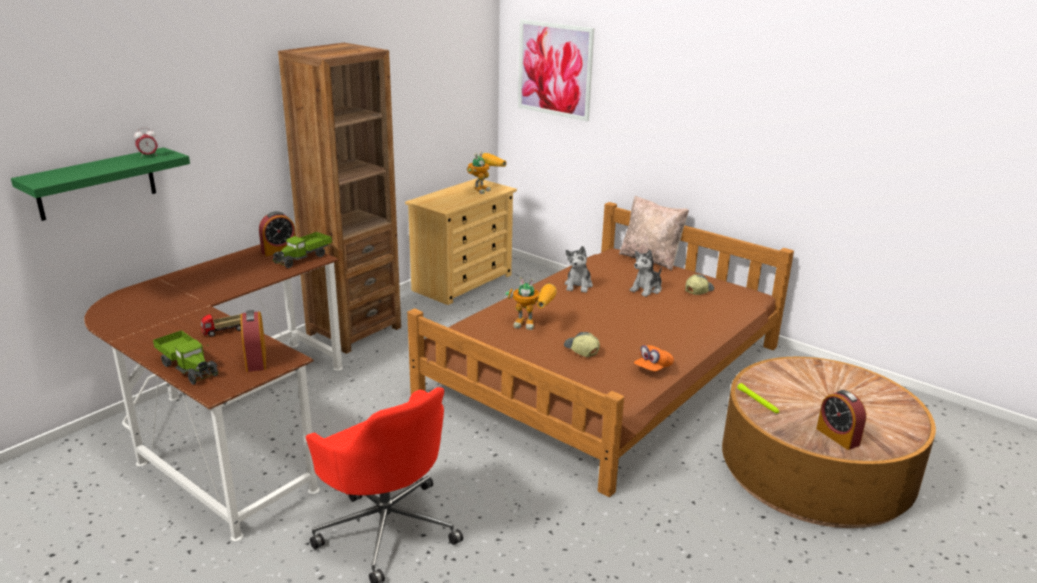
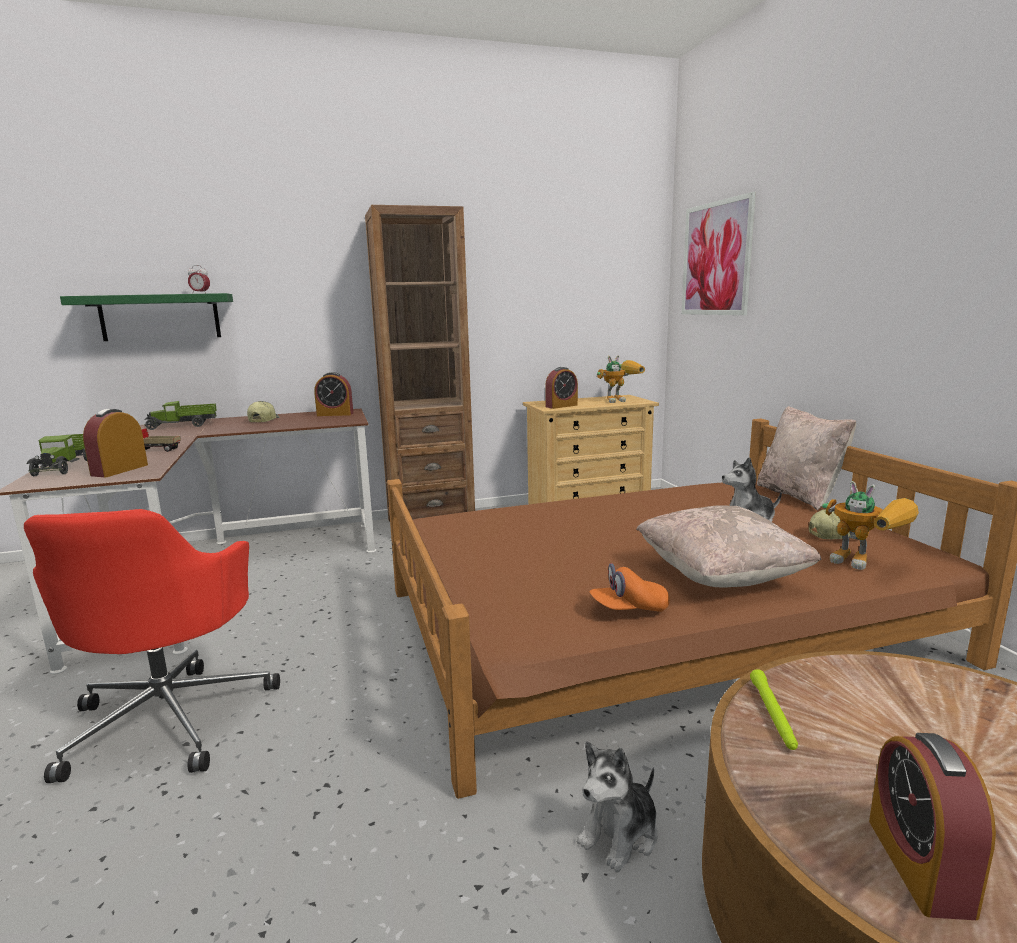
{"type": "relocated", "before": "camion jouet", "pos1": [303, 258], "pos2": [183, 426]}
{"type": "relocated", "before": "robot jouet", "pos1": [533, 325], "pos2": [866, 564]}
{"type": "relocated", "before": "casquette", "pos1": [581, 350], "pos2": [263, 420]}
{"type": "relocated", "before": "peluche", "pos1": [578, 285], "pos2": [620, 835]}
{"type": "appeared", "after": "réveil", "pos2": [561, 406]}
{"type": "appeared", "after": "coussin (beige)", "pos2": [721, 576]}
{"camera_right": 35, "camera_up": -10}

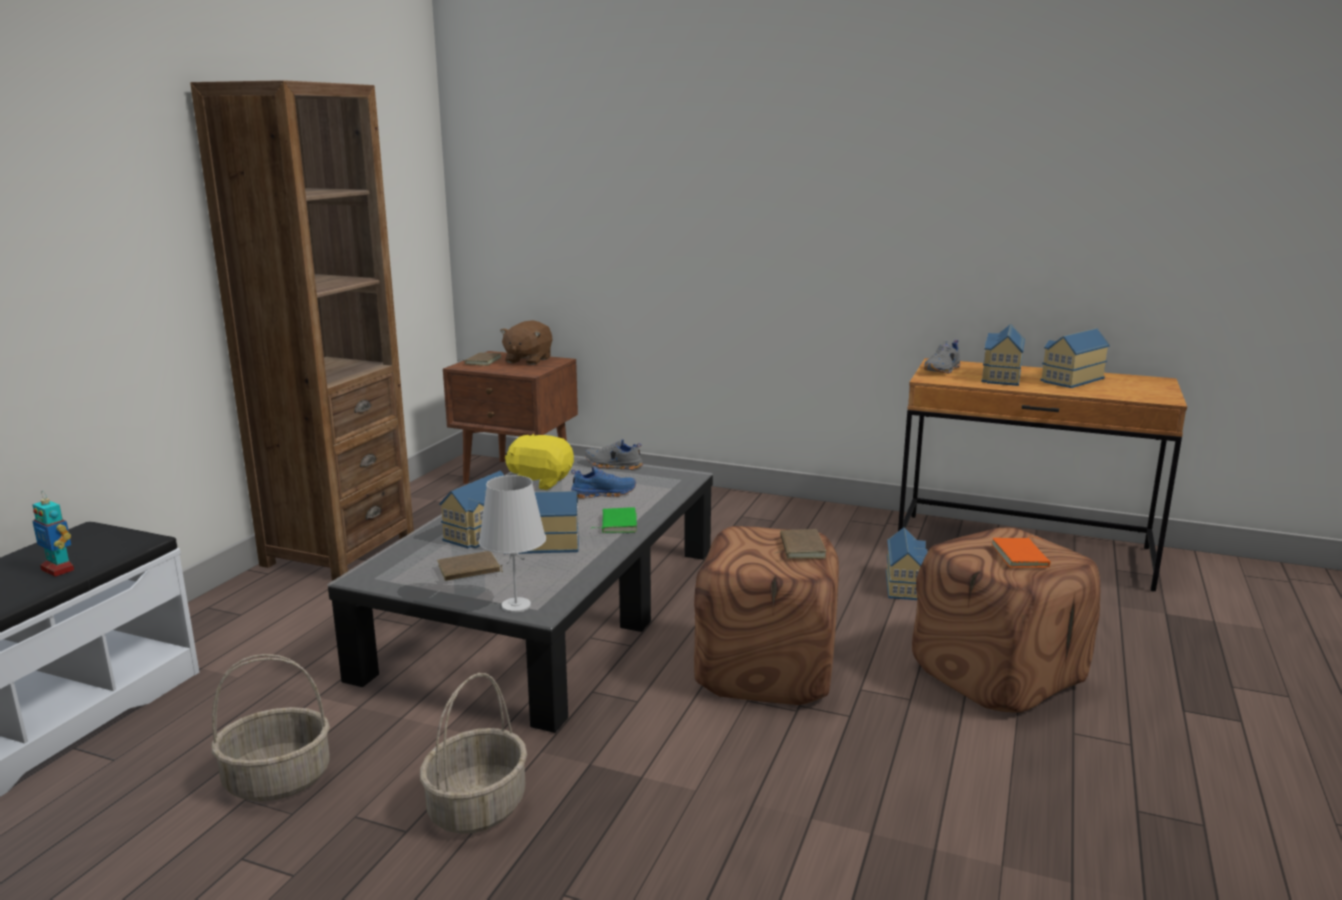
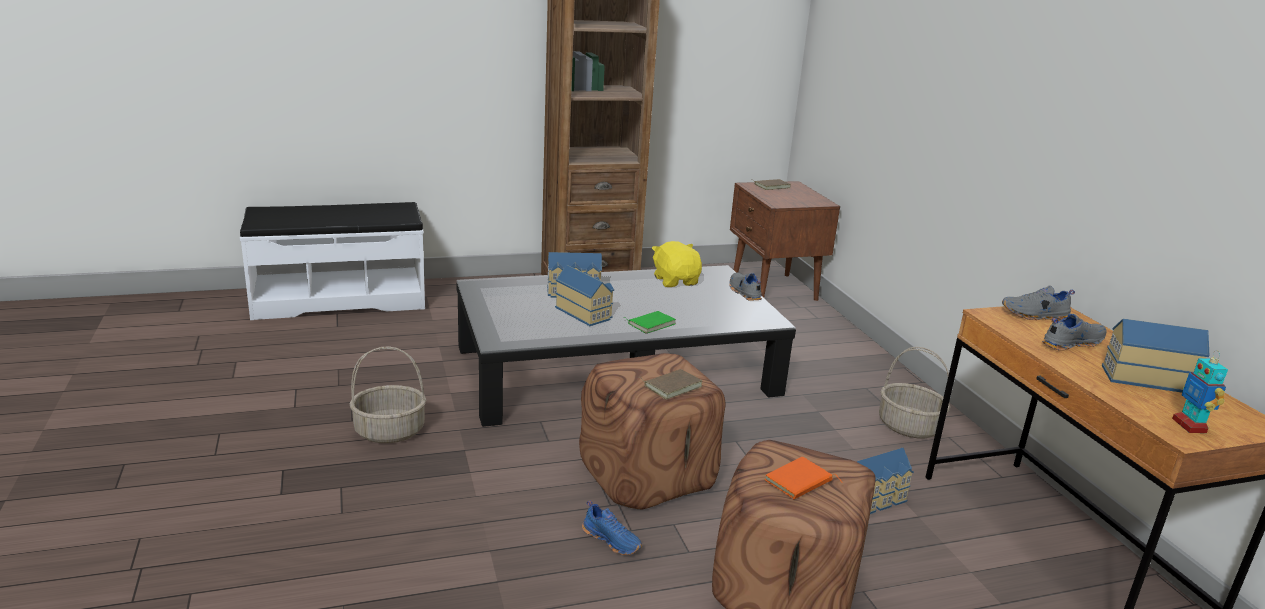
{"type": "relocated", "before": "robot jouet", "pos1": [58, 570], "pos2": [1190, 426]}
{"type": "relocated", "before": "panier", "pos1": [279, 779], "pos2": [909, 427]}
{"type": "missing", "before": "livre (marron)", "pos1": [469, 570]}
{"type": "missing", "before": "lampe de table (blanc)", "pos1": [516, 605]}
{"type": "missing", "before": "peluche (marron)", "pos1": [527, 360]}
{"type": "relocated", "before": "chaussure (bleu)", "pos1": [603, 494], "pos2": [612, 540]}
{"type": "exchanged", "before": "maison miniature", "after": "chaussure (gris)", "pos1": [1000, 377], "pos2": [1071, 343]}
{"camera_right": 50, "camera_up": 5}

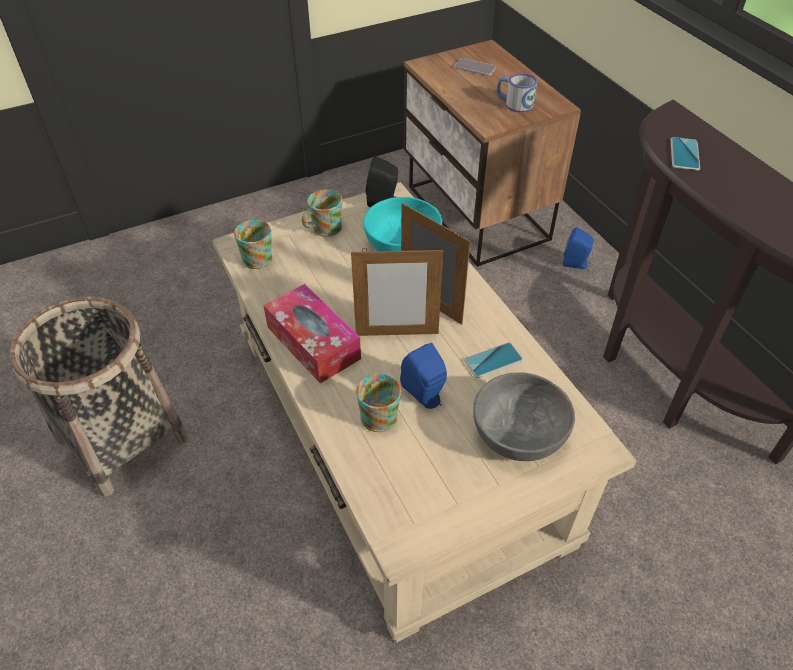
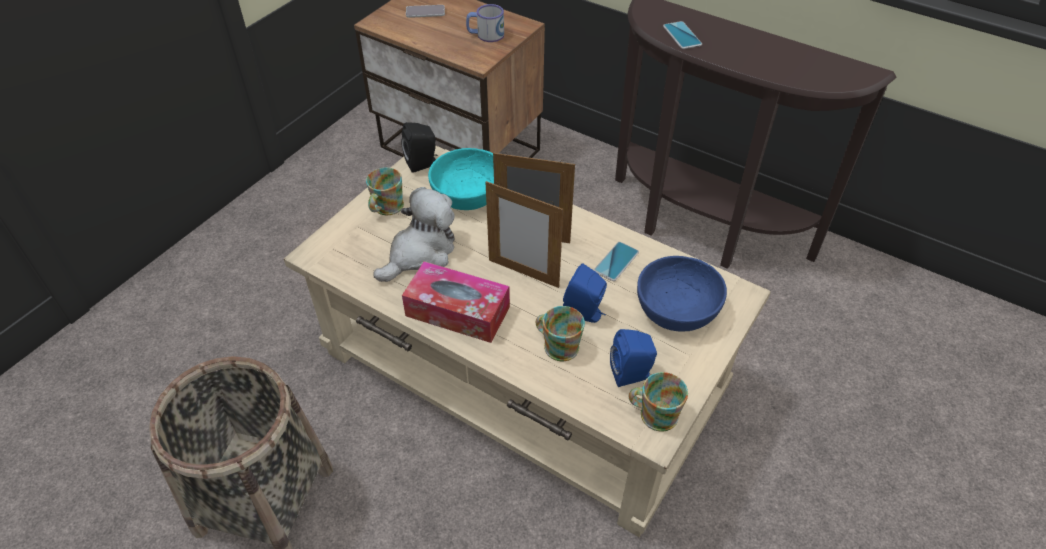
{"type": "relocated", "before": "mug", "pos1": [254, 256], "pos2": [653, 413]}
{"type": "spun", "before": "cadre photo", "pos1": [397, 334], "pos2": [523, 273], "turn": 60}
{"type": "colour", "before": "bol (gris)", "after": "bol (bleu)", "pos1": [518, 433], "pos2": [676, 309]}
{"type": "relocated", "before": "enceinte (bleu)", "pos1": [576, 264], "pos2": [632, 374]}
{"type": "appeared", "after": "peluche", "pos2": [420, 253]}
{"camera_right": -30, "camera_up": 0}

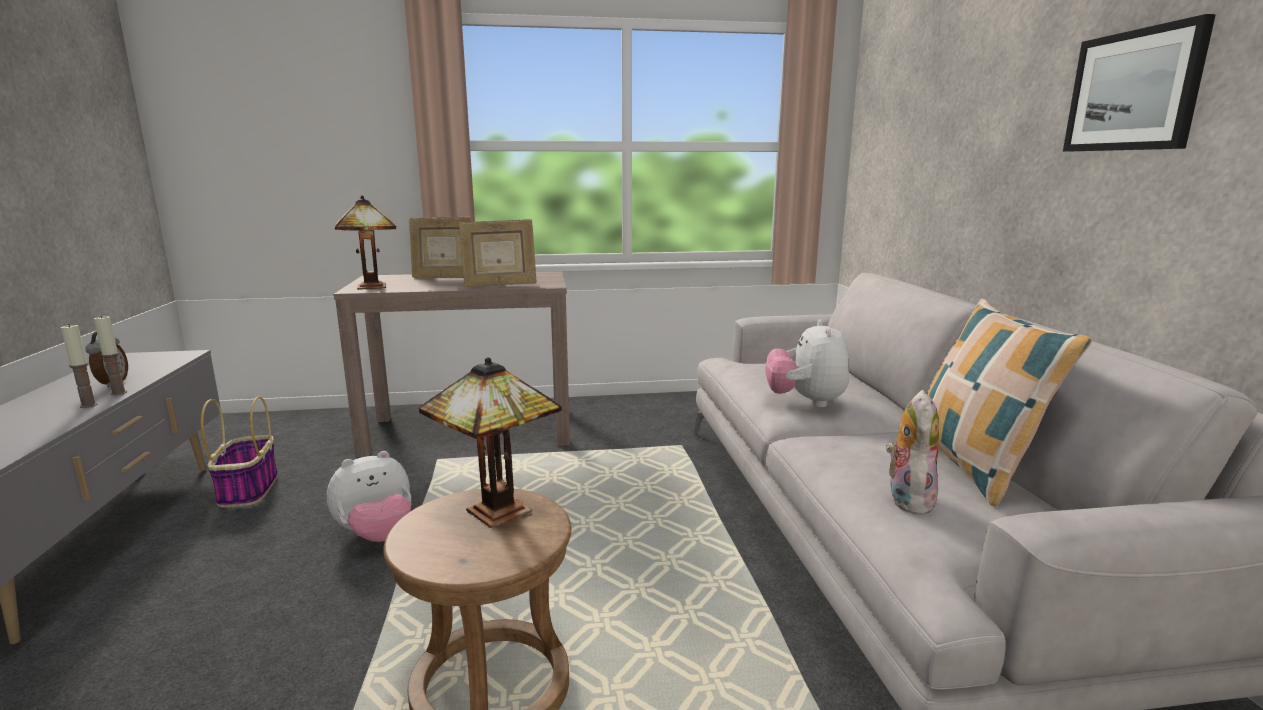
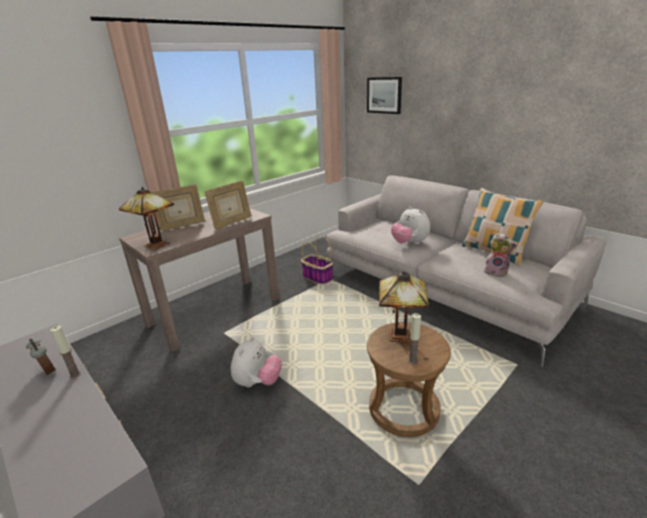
{"type": "relocated", "before": "bougie", "pos1": [88, 405], "pos2": [413, 361]}
{"type": "relocated", "before": "panier", "pos1": [248, 489], "pos2": [317, 277]}
{"type": "spun", "before": "peluche", "pos1": [907, 499], "pos2": [496, 272], "turn": 135}
{"type": "relocated", "before": "tableau", "pos1": [1134, 91], "pos2": [384, 95]}
{"camera_right": -35, "camera_up": 10}

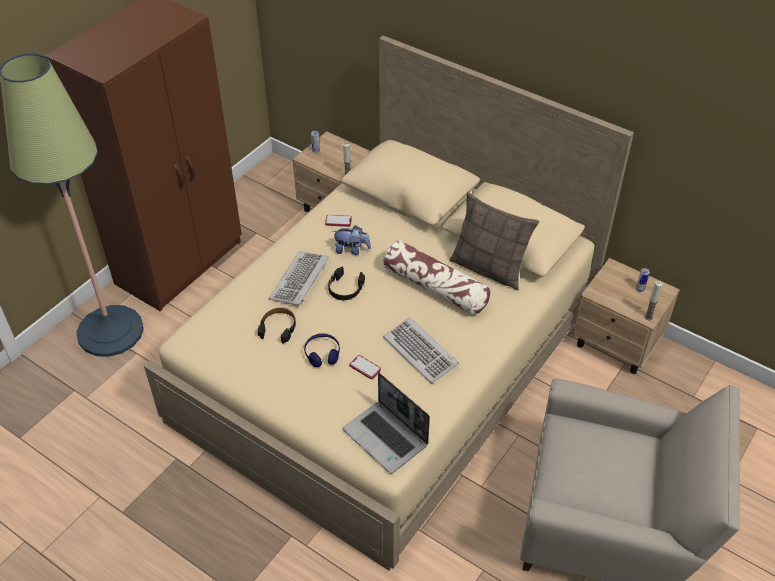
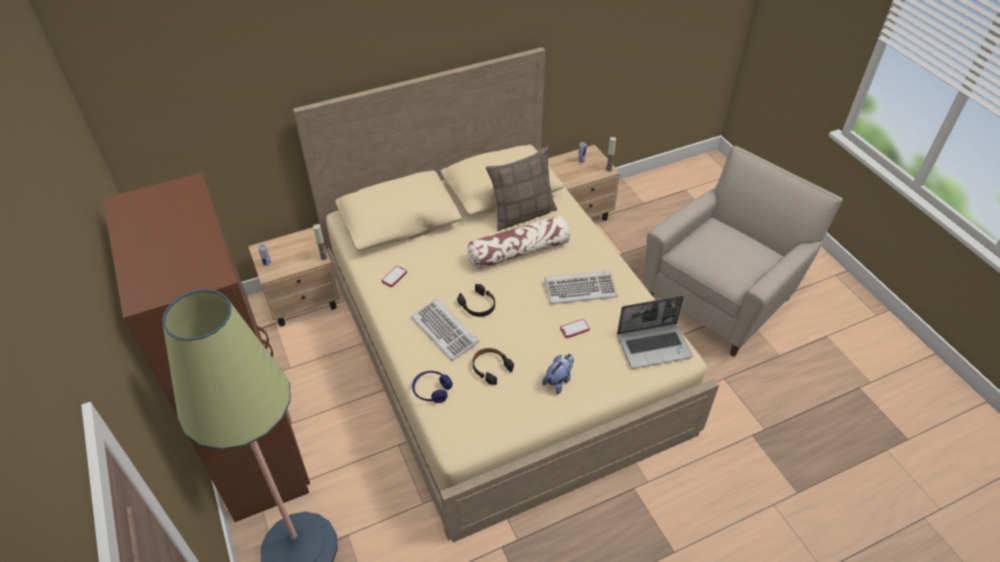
{"type": "relocated", "before": "casque audio (bleu)", "pos1": [322, 354], "pos2": [432, 390]}
{"type": "relocated", "before": "peluche", "pos1": [352, 250], "pos2": [558, 381]}
{"camera_right": -60, "camera_up": 0}

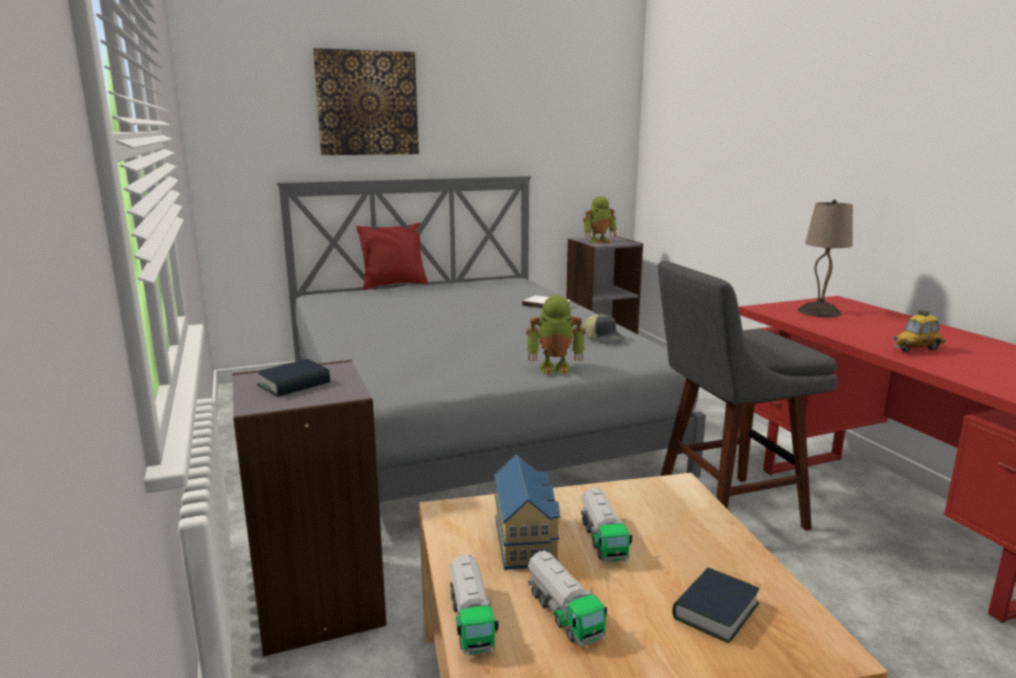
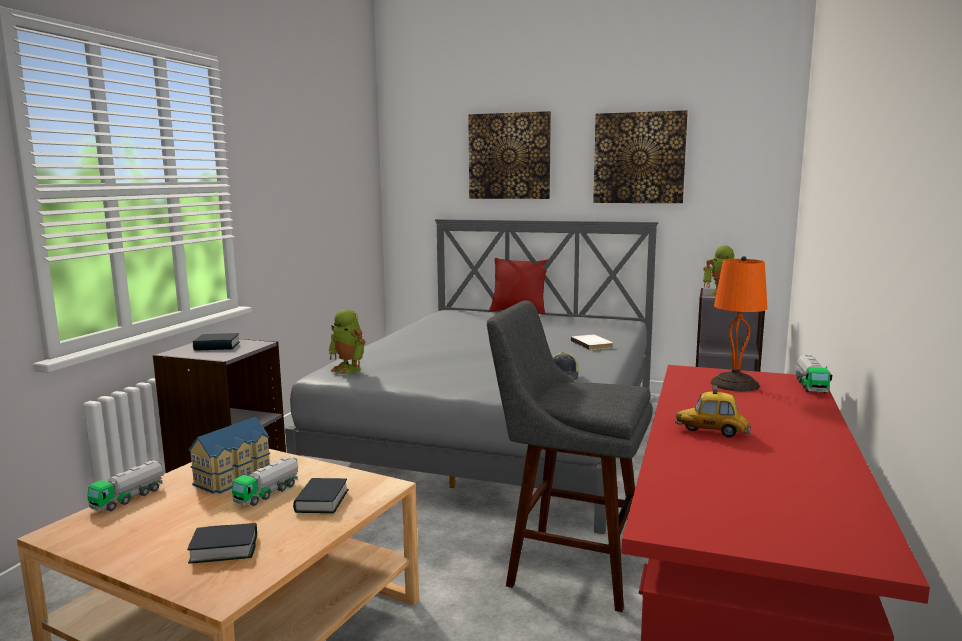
{"type": "relocated", "before": "robot jouet", "pos1": [555, 367], "pos2": [348, 369]}
{"type": "relocated", "before": "camion jouet", "pos1": [563, 613], "pos2": [810, 385]}
{"type": "colour", "before": "lampe de table (beige)", "after": "lampe de table (orange)", "pos1": [819, 311], "pos2": [735, 384]}
{"type": "appeared", "after": "livre", "pos2": [321, 501]}
{"type": "appeared", "after": "tableau", "pos2": [639, 158]}
{"camera_right": 40, "camera_up": -5}

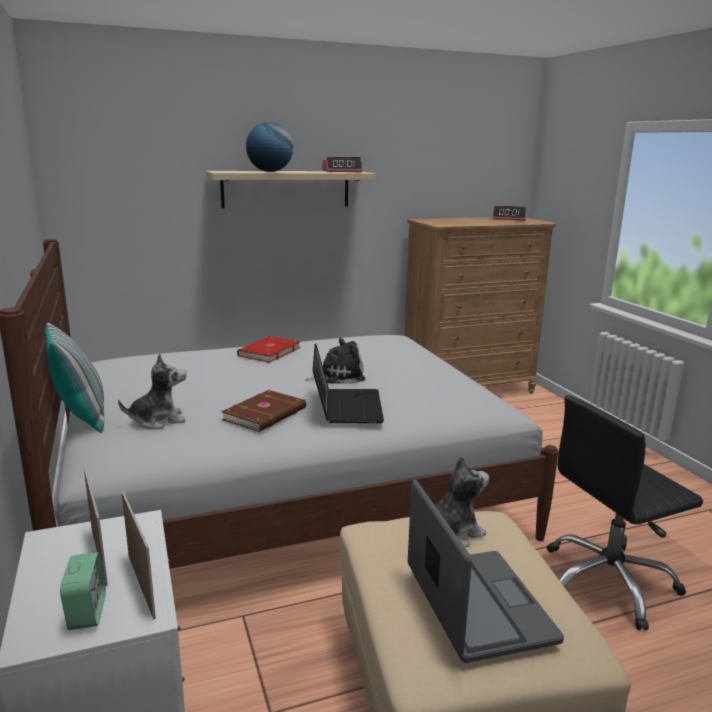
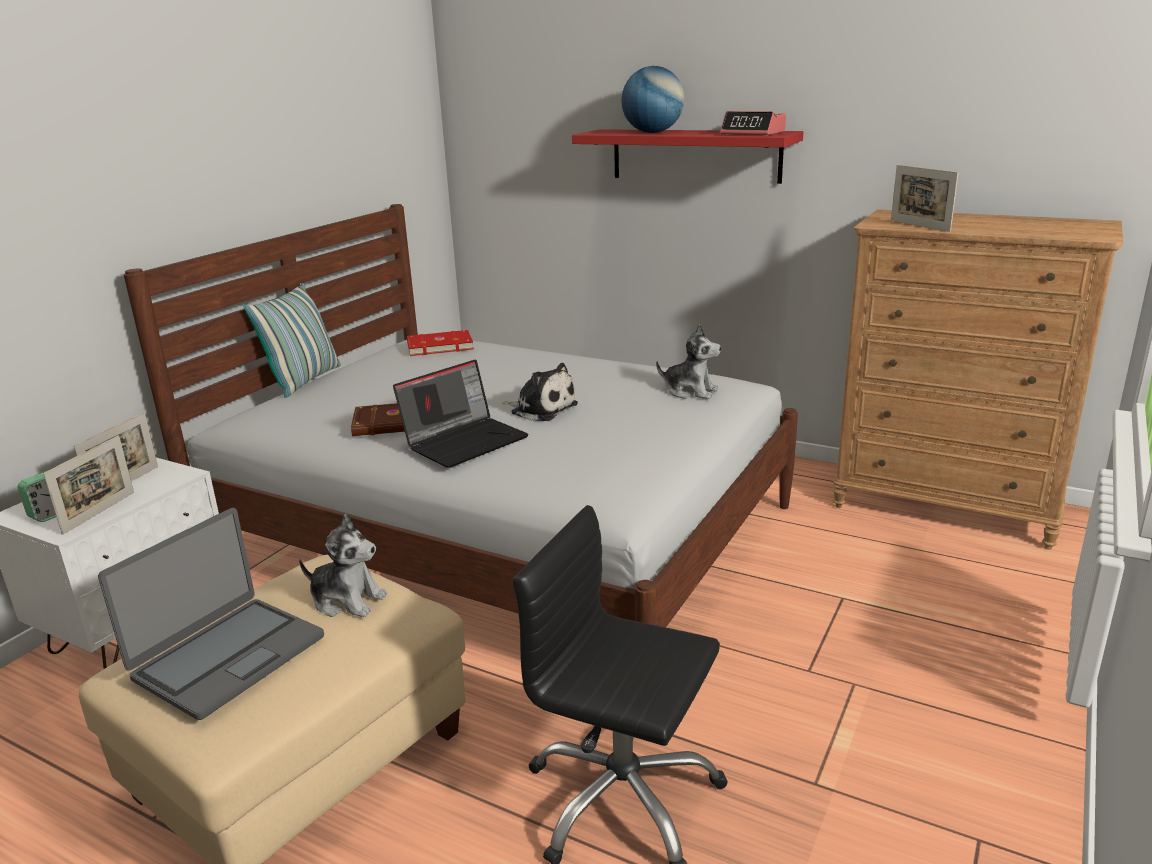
{"type": "relocated", "before": "peluche", "pos1": [158, 420], "pos2": [690, 391]}
{"type": "colour", "before": "étagère (beige)", "after": "étagère (rouge)", "pos1": [286, 189], "pos2": [695, 155]}
{"type": "relocated", "before": "livre (rouge)", "pos1": [268, 352], "pos2": [439, 346]}
{"type": "missing", "before": "réveil", "pos1": [509, 219]}
{"type": "appeared", "after": "cadre photo", "pos2": [919, 225]}
{"camera_right": 50, "camera_up": 5}

